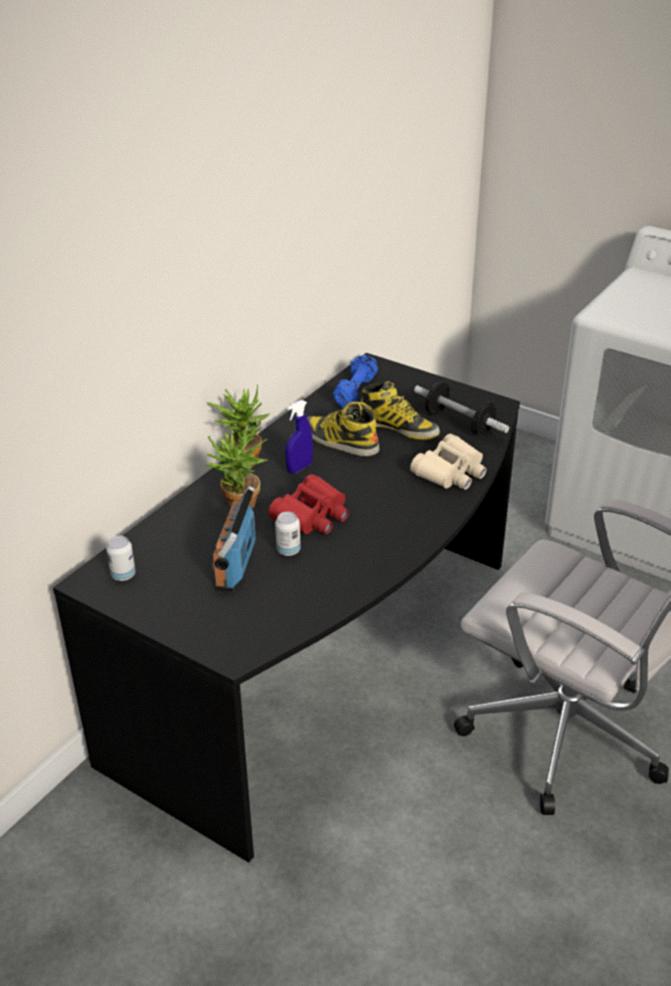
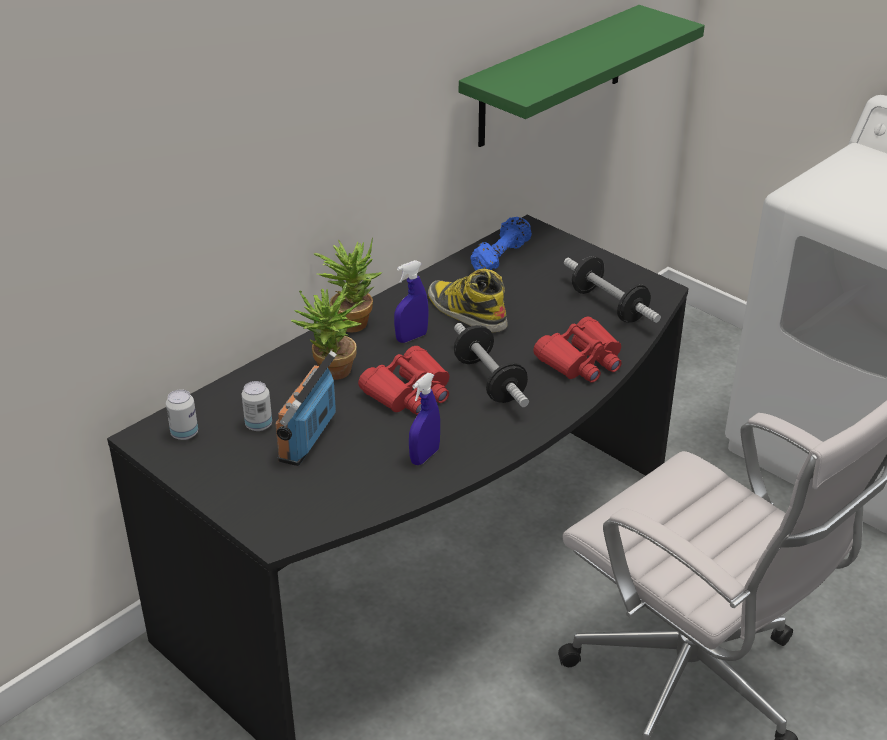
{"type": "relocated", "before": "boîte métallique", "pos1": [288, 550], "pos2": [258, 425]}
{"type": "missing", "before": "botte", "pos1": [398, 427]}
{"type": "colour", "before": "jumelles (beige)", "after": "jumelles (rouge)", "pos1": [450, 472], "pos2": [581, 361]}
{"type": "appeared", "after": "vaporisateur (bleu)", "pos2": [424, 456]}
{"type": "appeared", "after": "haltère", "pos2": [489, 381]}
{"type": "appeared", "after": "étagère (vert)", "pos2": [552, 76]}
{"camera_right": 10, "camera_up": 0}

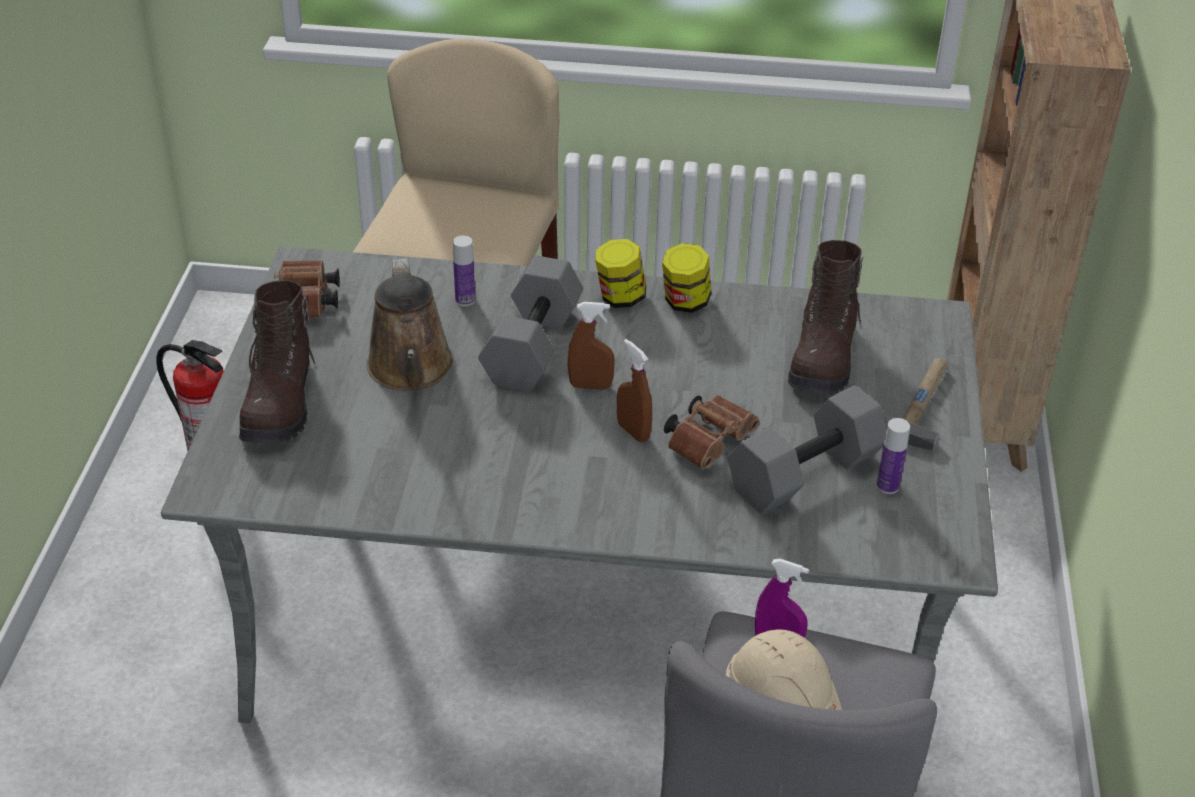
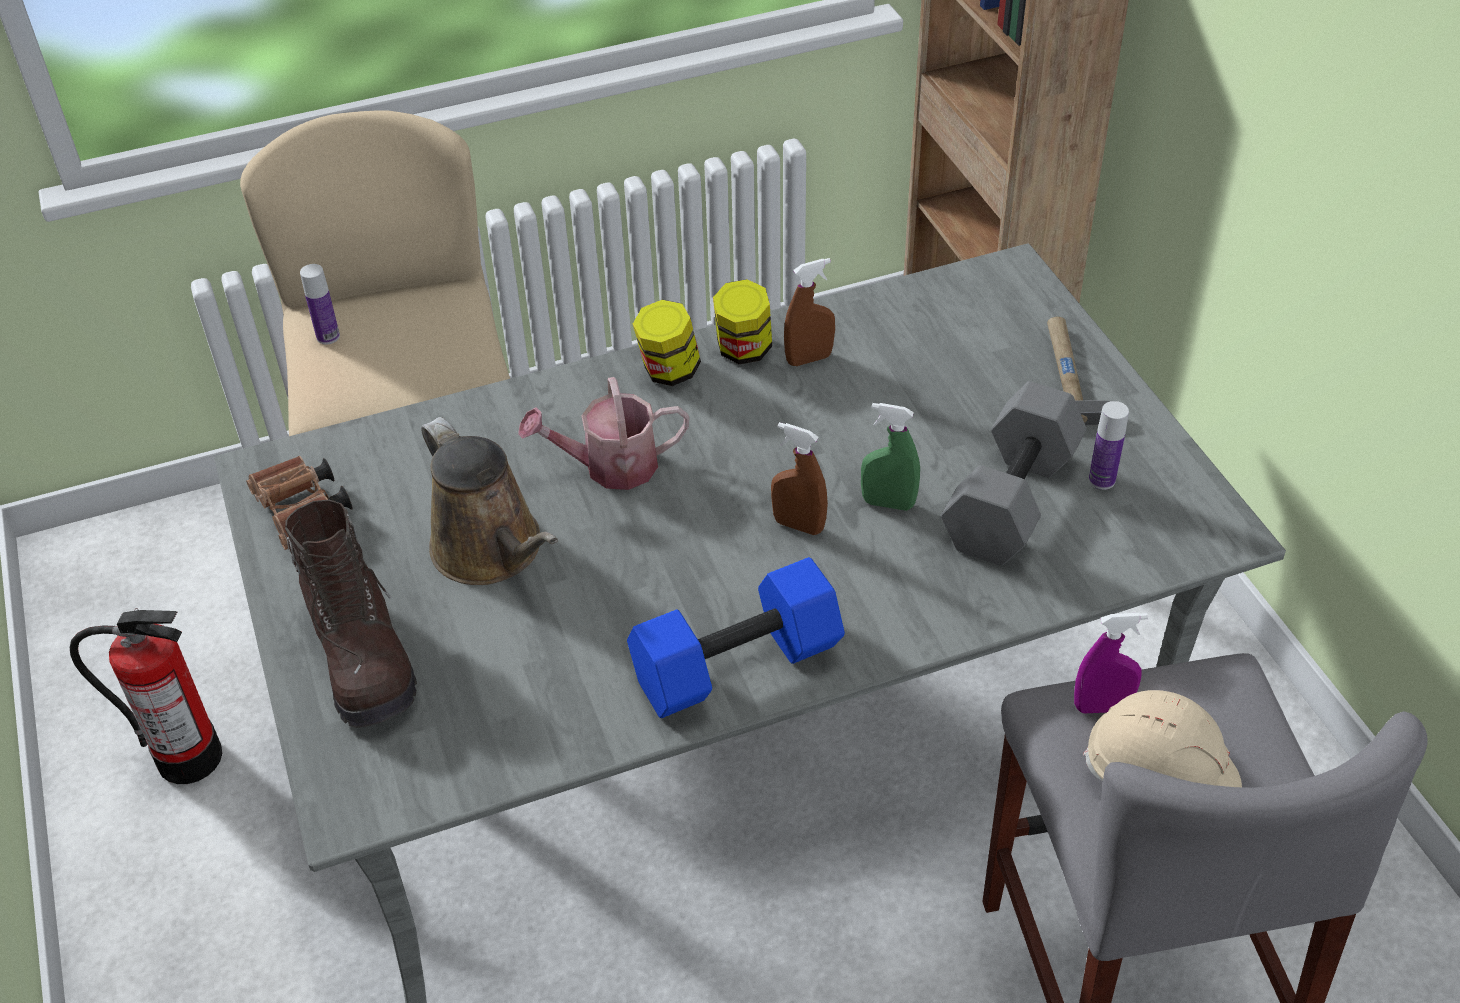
{"type": "relocated", "before": "bouteille", "pos1": [465, 300], "pos2": [328, 337]}
{"type": "exchanged", "before": "haltère (gris)", "after": "arrosoir", "pos1": [530, 345], "pos2": [610, 466]}
{"type": "relocated", "before": "vaporisateur (marron)", "pos1": [590, 386], "pos2": [809, 359]}
{"type": "exchanged", "before": "jumelles (marron)", "after": "vaporisateur (vert)", "pos1": [710, 441], "pos2": [888, 503]}
{"type": "missing", "before": "botte (marron)", "pos1": [823, 356]}
{"type": "appeared", "after": "haltère (bleu)", "pos2": [736, 668]}
{"camera_right": -25, "camera_up": 5}

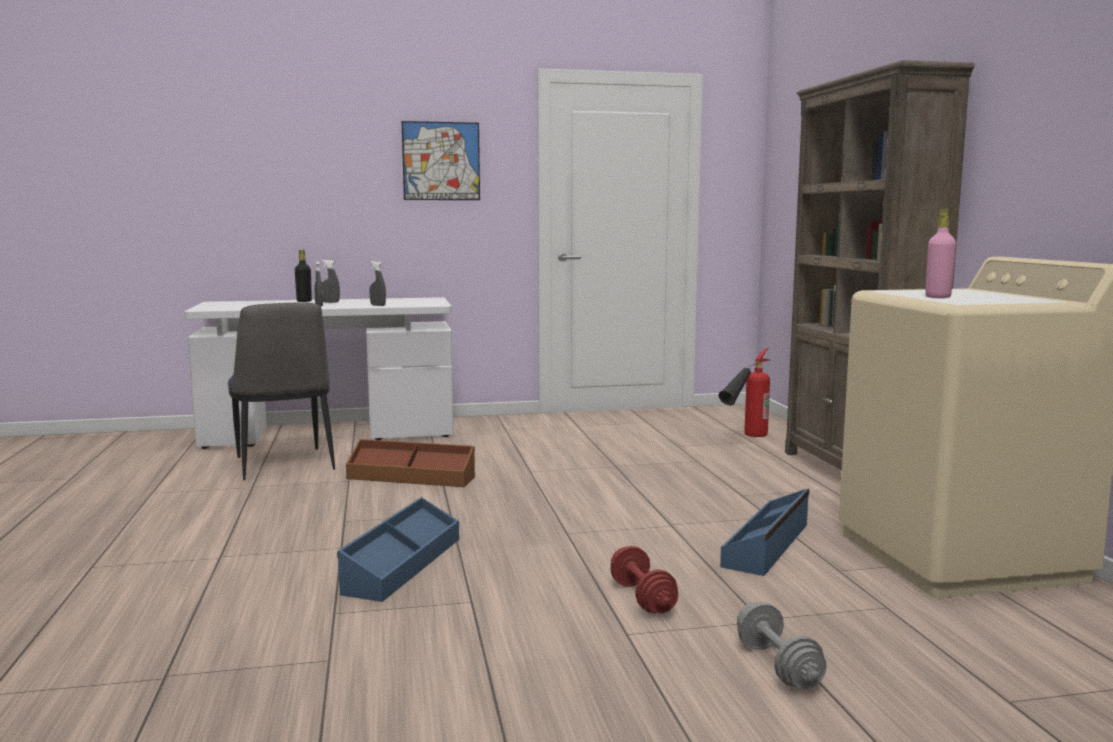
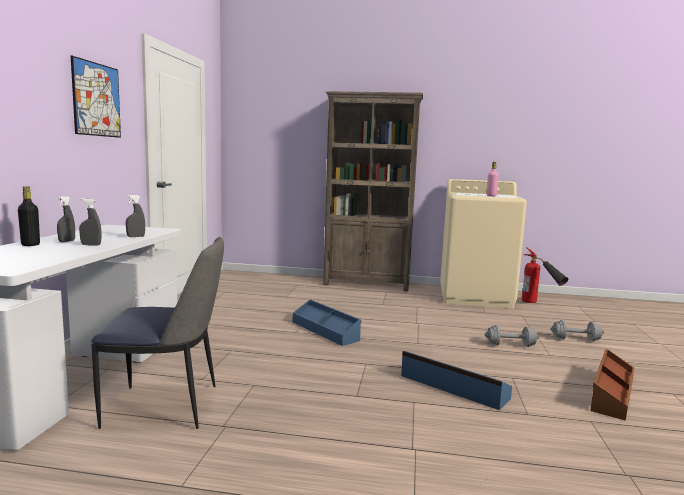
{"type": "relocated", "before": "boîte de rangement (marron)", "pos1": [411, 477], "pos2": [611, 393]}
{"type": "colour", "before": "haltère (rouge)", "after": "haltère (gris)", "pos1": [642, 598], "pos2": [510, 345]}
{"type": "relocated", "before": "extincteur", "pos1": [745, 438], "pos2": [540, 304]}
{"type": "relocated", "before": "boîte de rangement (bleu)", "pos1": [768, 545], "pos2": [325, 331]}
{"camera_right": -70, "camera_up": 0}

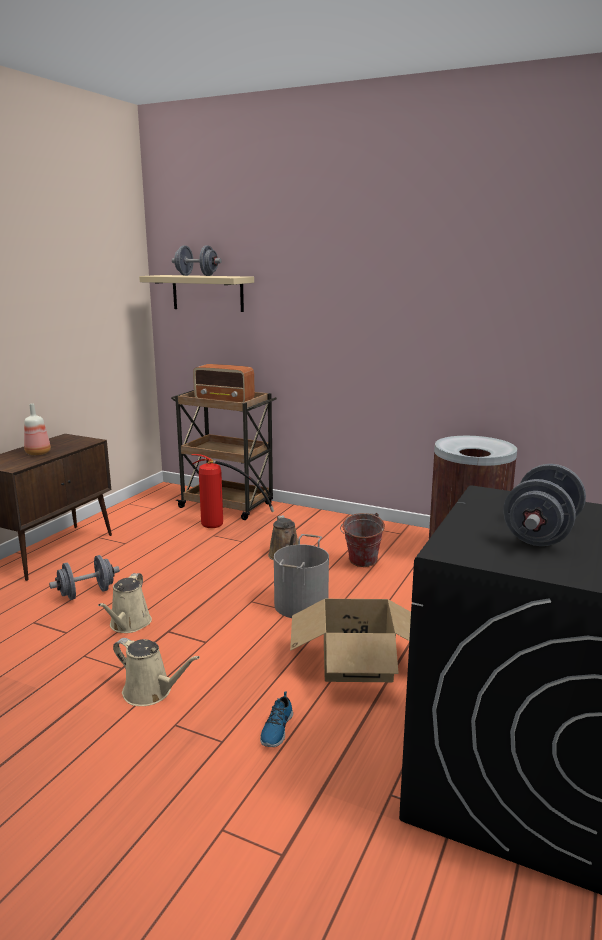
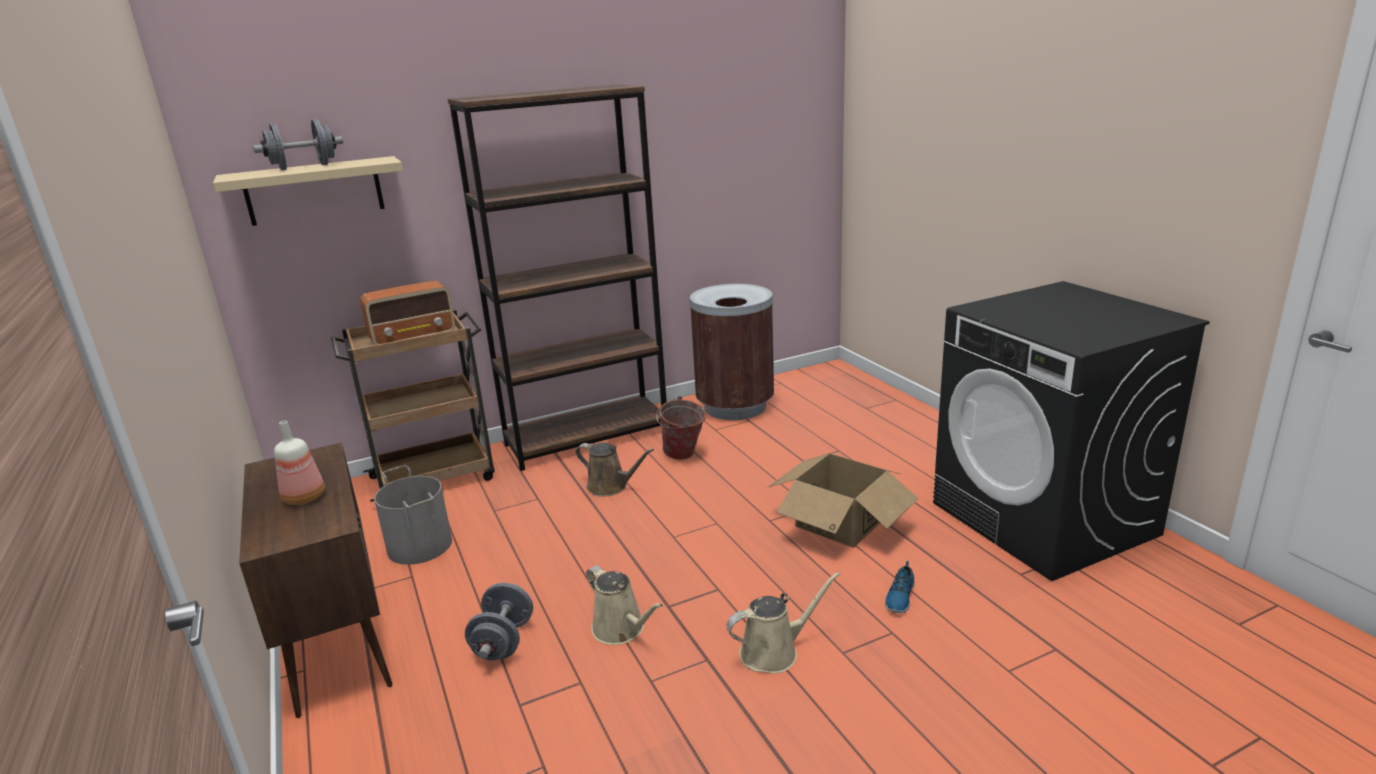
{"type": "missing", "before": "extincteur", "pos1": [224, 526]}
{"type": "spun", "before": "chaussure", "pos1": [276, 729], "pos2": [899, 597], "turn": 60}
{"type": "relocated", "before": "seau (gris)", "pos1": [302, 605], "pos2": [421, 545]}
{"type": "missing", "before": "haltère (gris)", "pos1": [541, 534]}
{"type": "appeared", "after": "bibliothèque (marron)", "pos2": [587, 438]}
{"camera_right": -50, "camera_up": 5}

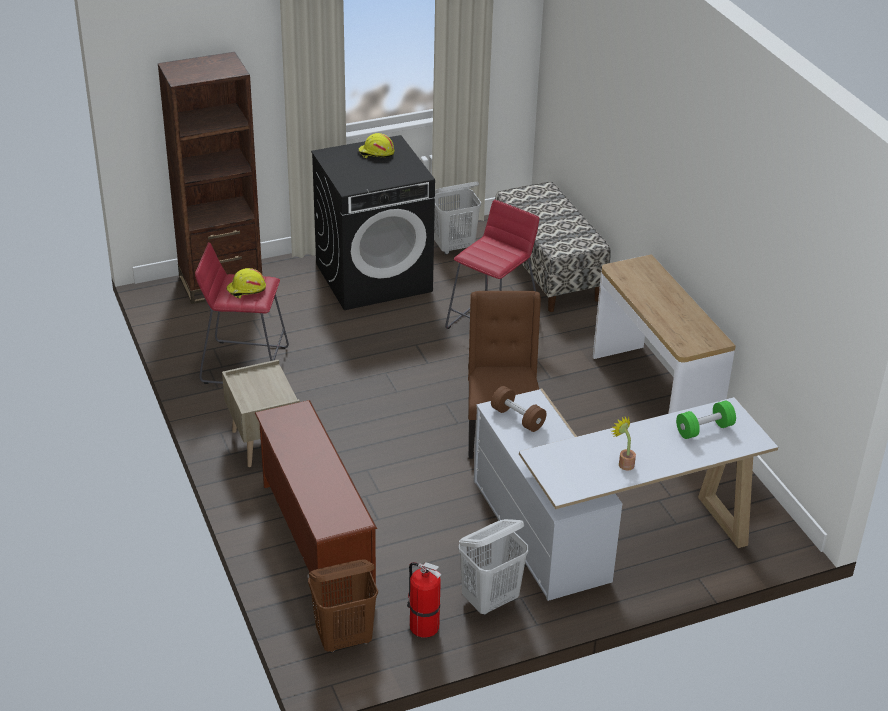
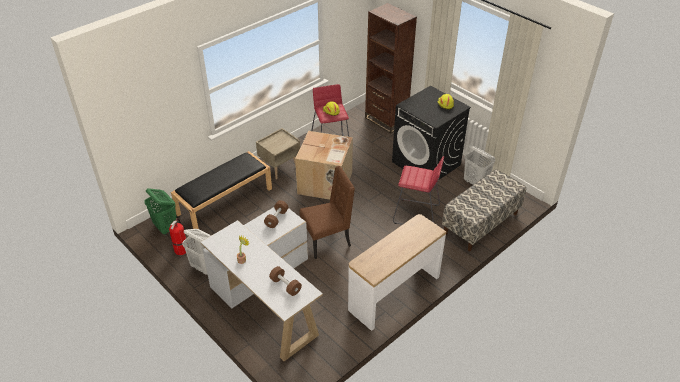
{"type": "exchanged", "before": "étagère à chaussures (marron)", "after": "banc (noir)", "pos1": [315, 537], "pos2": [225, 201]}
{"type": "colour", "before": "panier à linge (marron)", "after": "panier à linge (vert)", "pos1": [345, 639], "pos2": [166, 228]}
{"type": "colour", "before": "haltère (vert)", "after": "haltère (marron)", "pos1": [704, 429], "pos2": [285, 285]}
{"type": "appeared", "after": "carton", "pos2": [325, 183]}
{"camera_right": 70, "camera_up": 5}

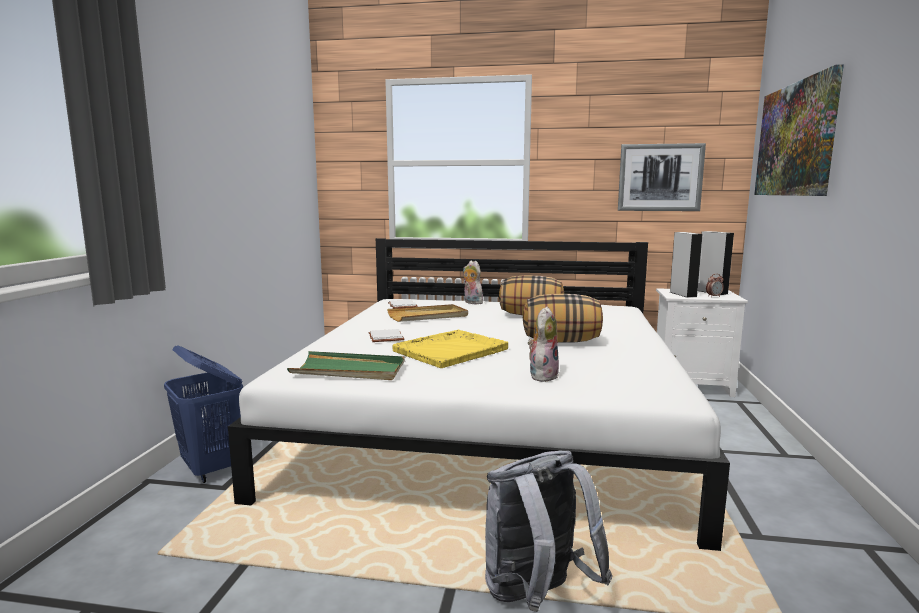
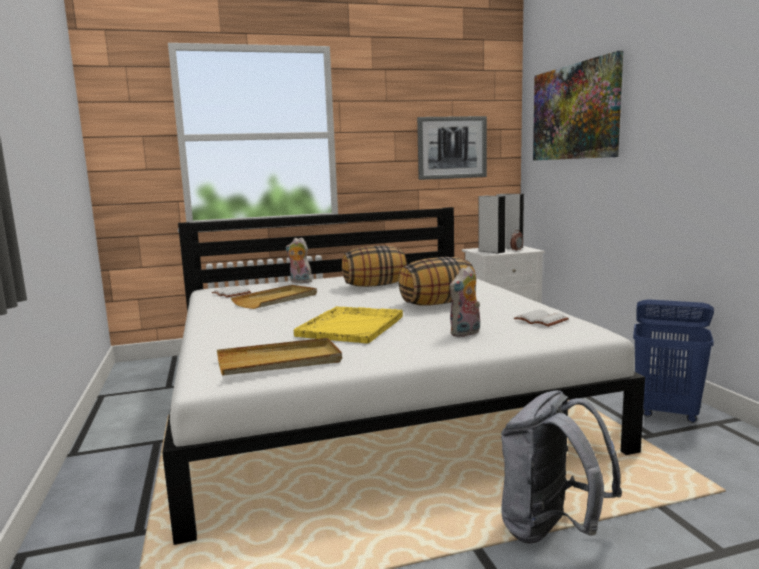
{"type": "relocated", "before": "panier à linge (bleu)", "pos1": [212, 469], "pos2": [667, 413]}
{"type": "colour", "before": "plateau (vert)", "after": "plateau (beige)", "pos1": [349, 370], "pos2": [280, 361]}
{"type": "relocated", "before": "livre (blanc)", "pos1": [384, 337], "pos2": [539, 320]}
{"type": "spun", "before": "peluche", "pos1": [542, 375], "pos2": [466, 333], "turn": -135}
{"camera_right": -25, "camera_up": 0}

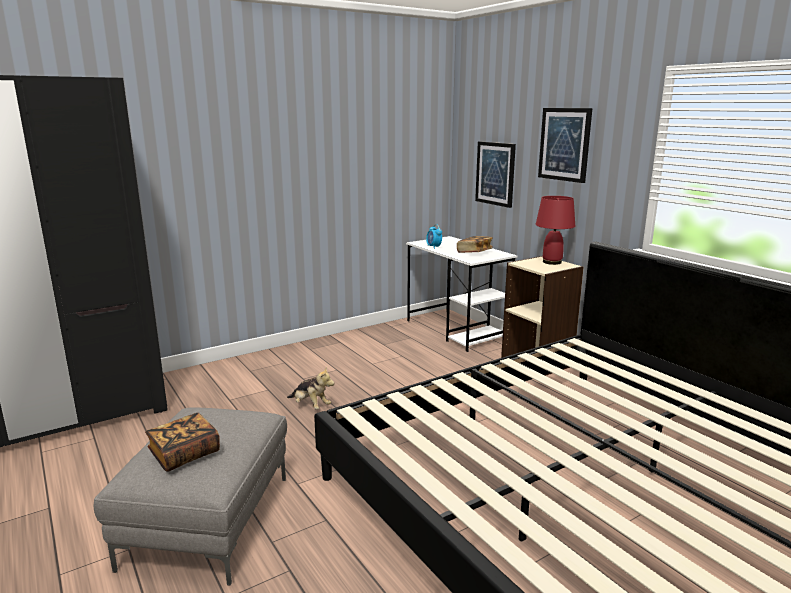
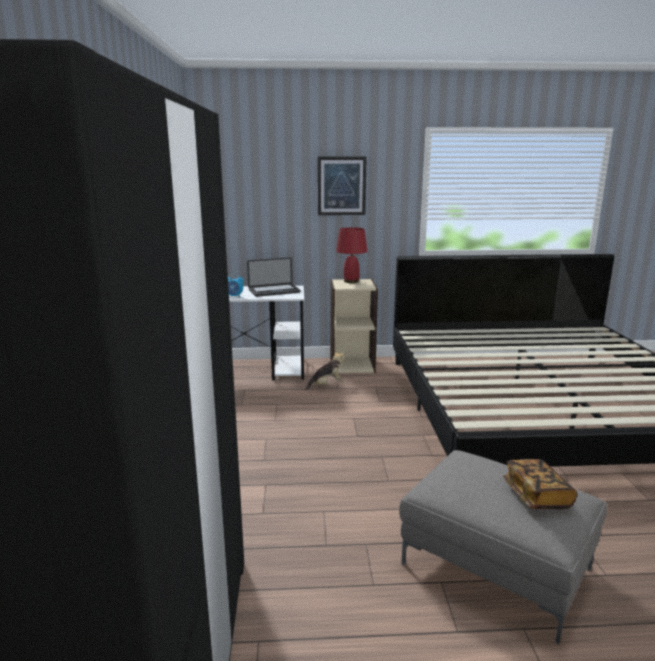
{"type": "relocated", "before": "peluche", "pos1": [310, 406], "pos2": [326, 386]}
{"type": "exchanged", "before": "livre", "after": "ordinateur portable", "pos1": [474, 252], "pos2": [274, 291]}
{"type": "missing", "before": "tableau", "pos1": [495, 173]}
{"camera_right": -60, "camera_up": 0}

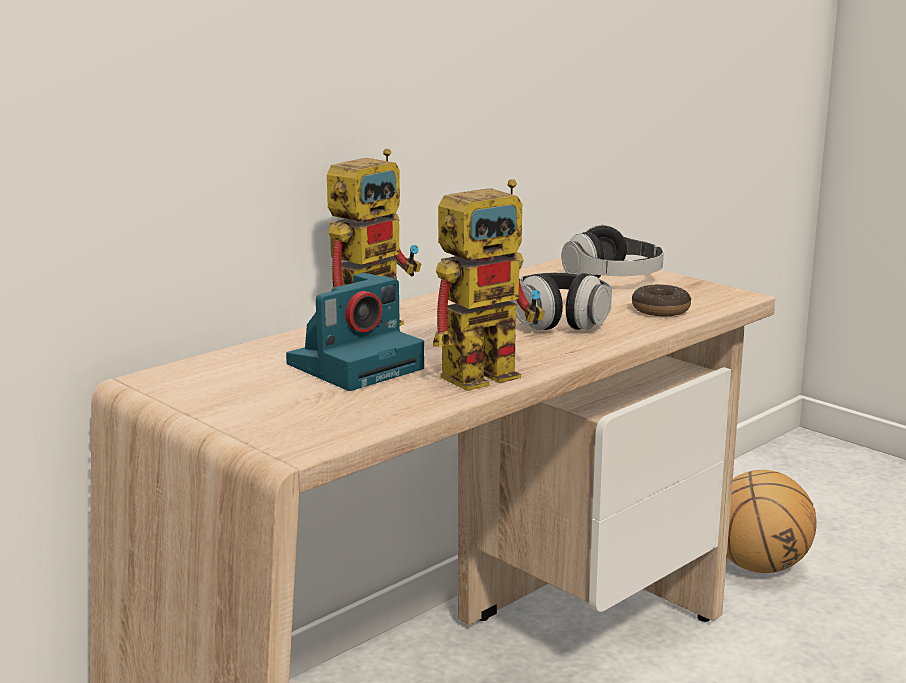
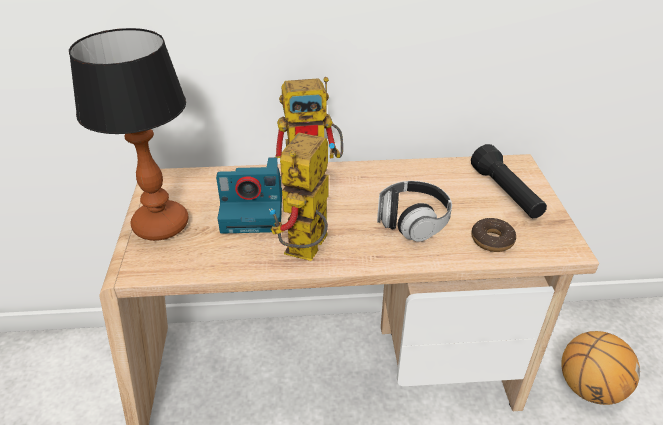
{"type": "spun", "before": "robot jouet", "pos1": [489, 371], "pos2": [306, 253], "turn": 105}
{"type": "exchanged", "before": "casque audio", "after": "lampe de poche (noir)", "pos1": [613, 280], "pos2": [506, 193]}
{"type": "appeared", "after": "lampe de table", "pos2": [162, 225]}
{"camera_right": 40, "camera_up": 20}

